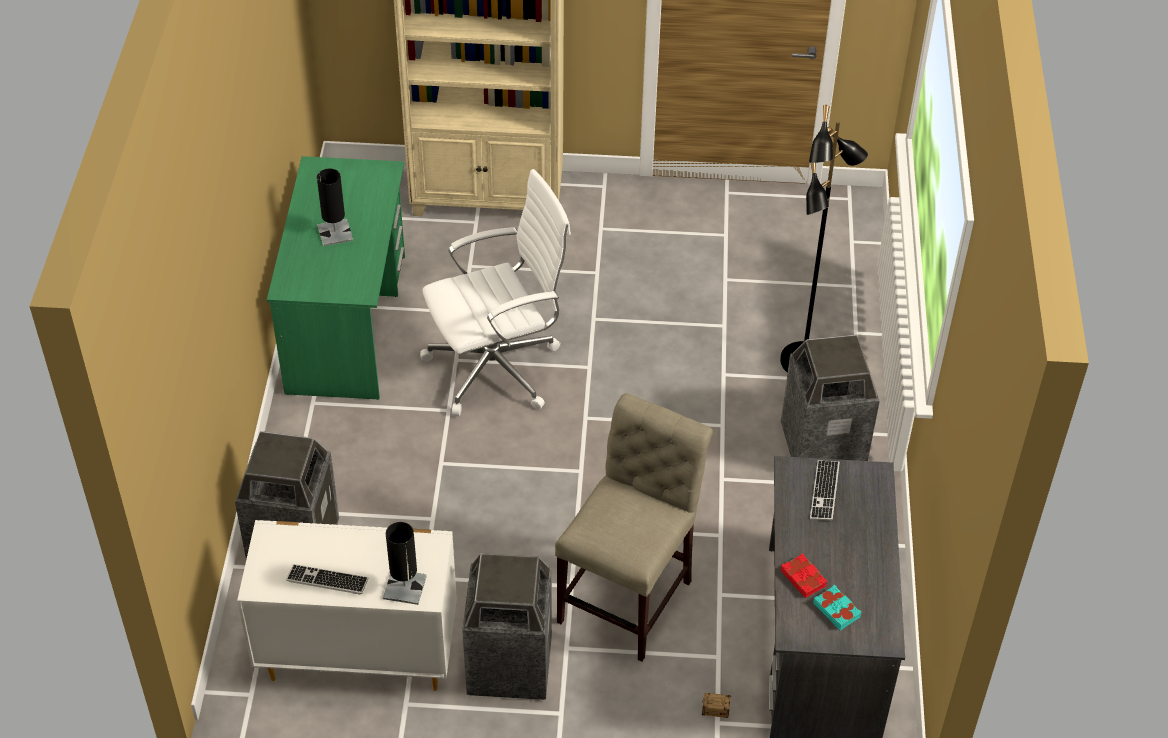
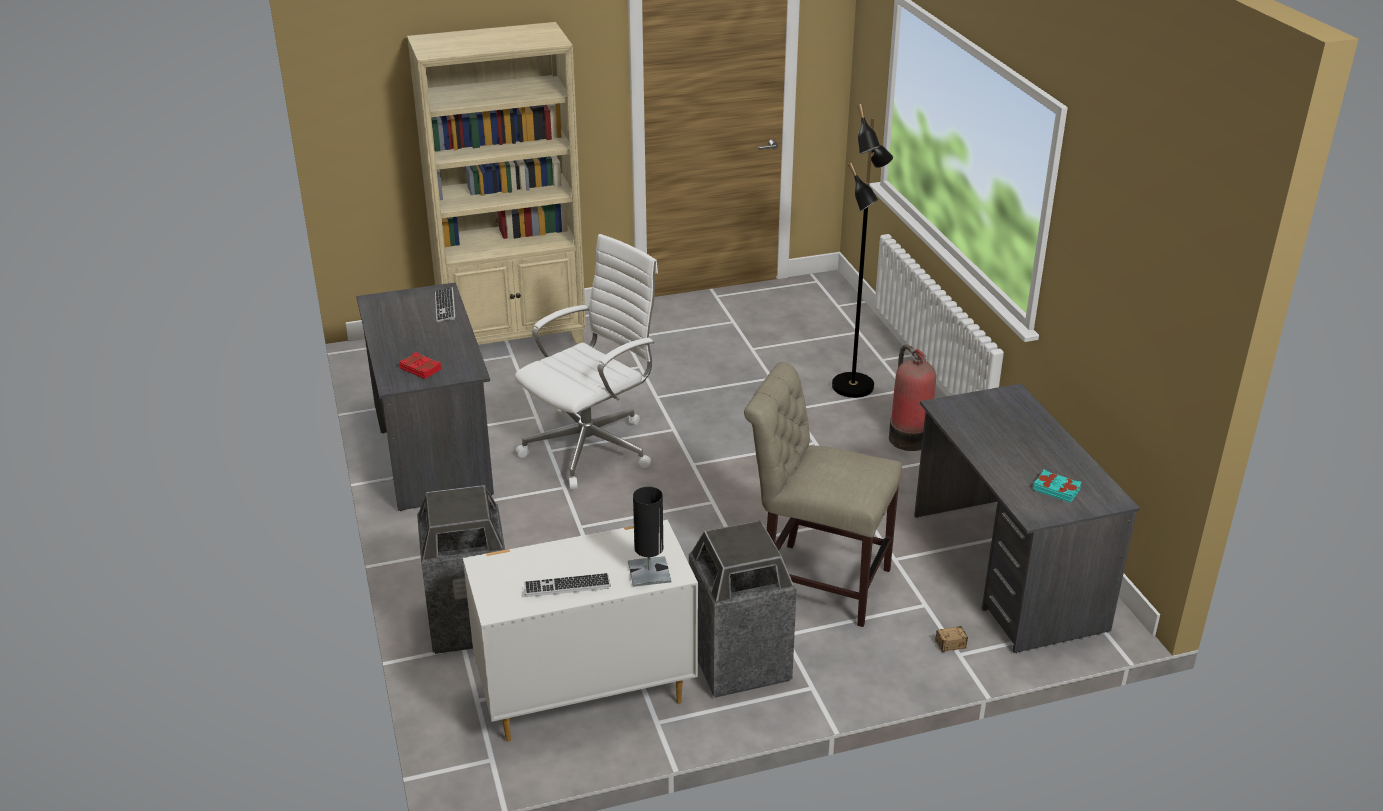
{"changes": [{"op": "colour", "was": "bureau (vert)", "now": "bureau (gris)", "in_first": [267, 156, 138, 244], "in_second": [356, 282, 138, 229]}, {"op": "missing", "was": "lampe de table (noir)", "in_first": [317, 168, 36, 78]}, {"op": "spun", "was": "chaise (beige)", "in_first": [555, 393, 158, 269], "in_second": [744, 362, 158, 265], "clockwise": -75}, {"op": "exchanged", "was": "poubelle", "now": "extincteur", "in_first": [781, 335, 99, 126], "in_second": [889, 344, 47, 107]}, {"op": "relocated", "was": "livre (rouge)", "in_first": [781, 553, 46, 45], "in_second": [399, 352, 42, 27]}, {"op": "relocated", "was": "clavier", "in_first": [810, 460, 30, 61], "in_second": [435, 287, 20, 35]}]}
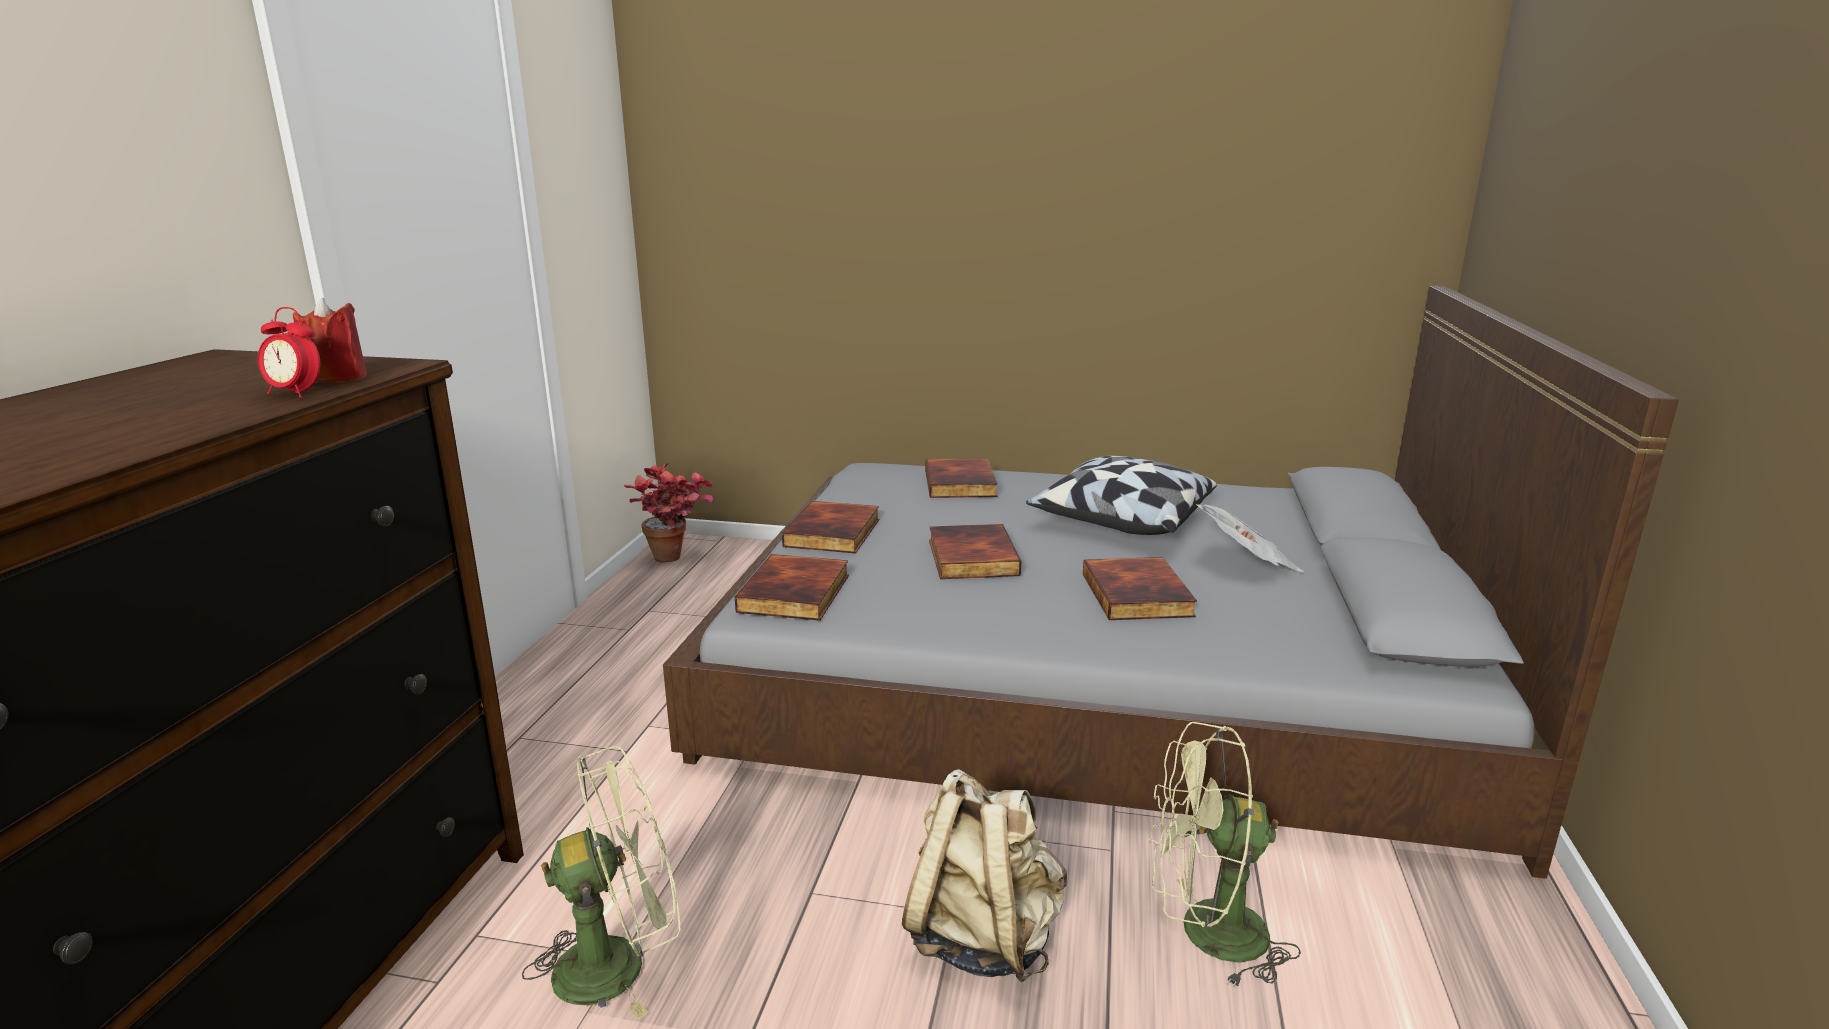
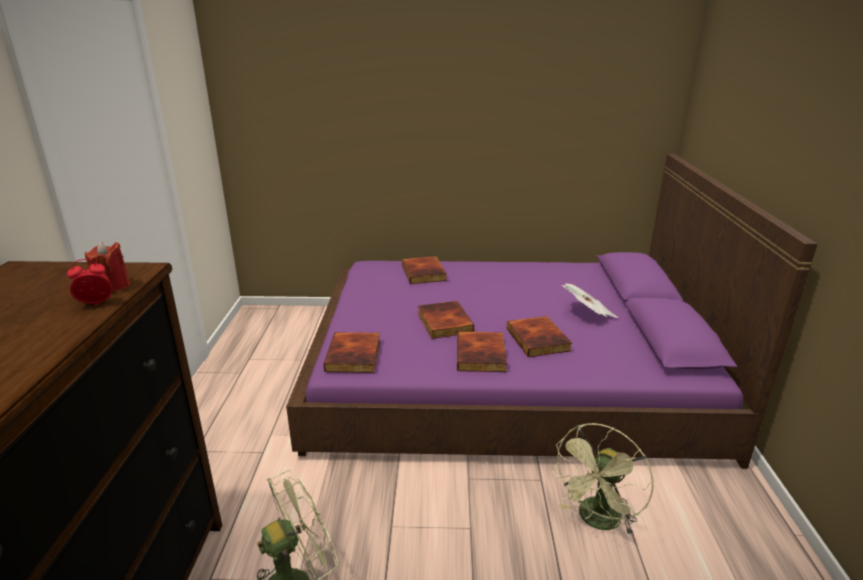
{"changes": [{"op": "spun", "was": "réveil", "in_first": [258, 307, 62, 91], "in_second": [67, 259, 45, 46], "clockwise": 150}, {"op": "missing", "was": "plante en pot", "in_first": [624, 463, 89, 100]}, {"op": "colour", "was": "lit (gris)", "now": "lit (violet)", "in_first": [663, 286, 1016, 593], "in_second": [286, 154, 531, 315]}, {"op": "relocated", "was": "livre", "in_first": [782, 501, 97, 52], "in_second": [457, 332, 50, 40]}, {"op": "missing", "was": "sac à dos (beige)", "in_first": [902, 769, 165, 214]}, {"op": "missing", "was": "coussin", "in_first": [1026, 456, 191, 79]}, {"op": "spun", "was": "ventilateur (vert)", "in_first": [1149, 722, 152, 267], "in_second": [551, 423, 103, 113], "clockwise": -45}]}
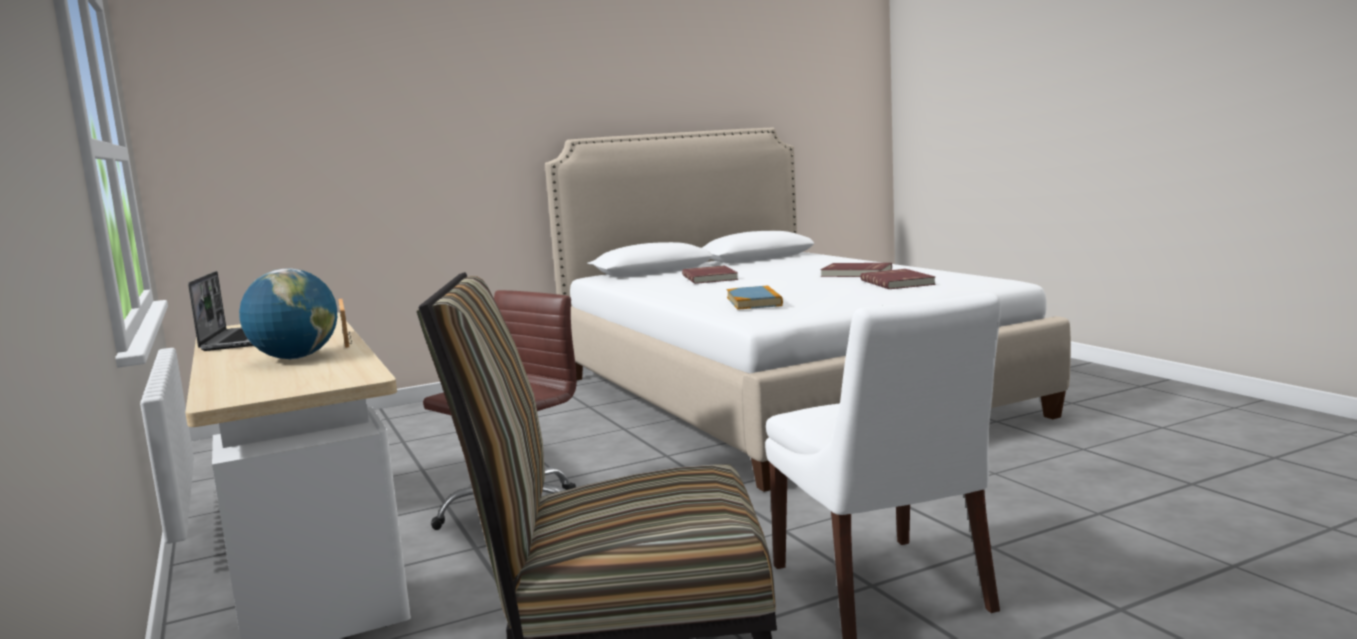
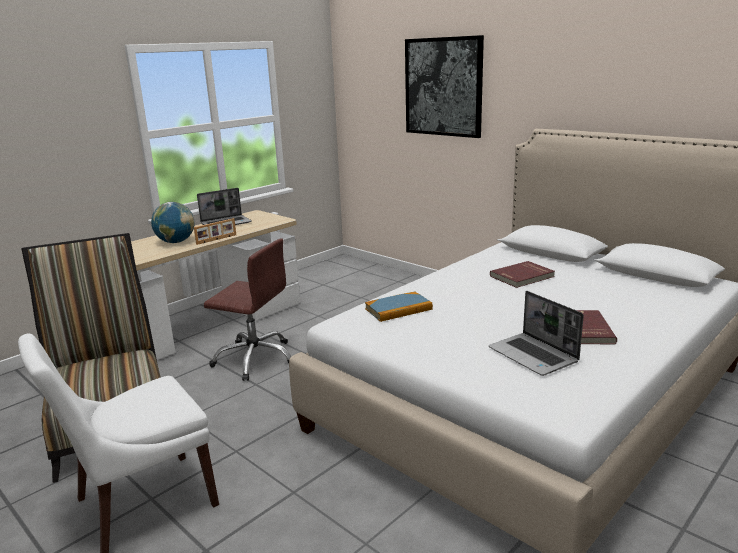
{"changes": [{"op": "exchanged", "was": "livre (rouge)", "now": "ordinateur portable", "in_first": [860, 269, 76, 20], "in_second": [489, 291, 95, 85]}, {"op": "appeared", "now": "tableau", "in_second": [405, 35, 79, 103]}]}
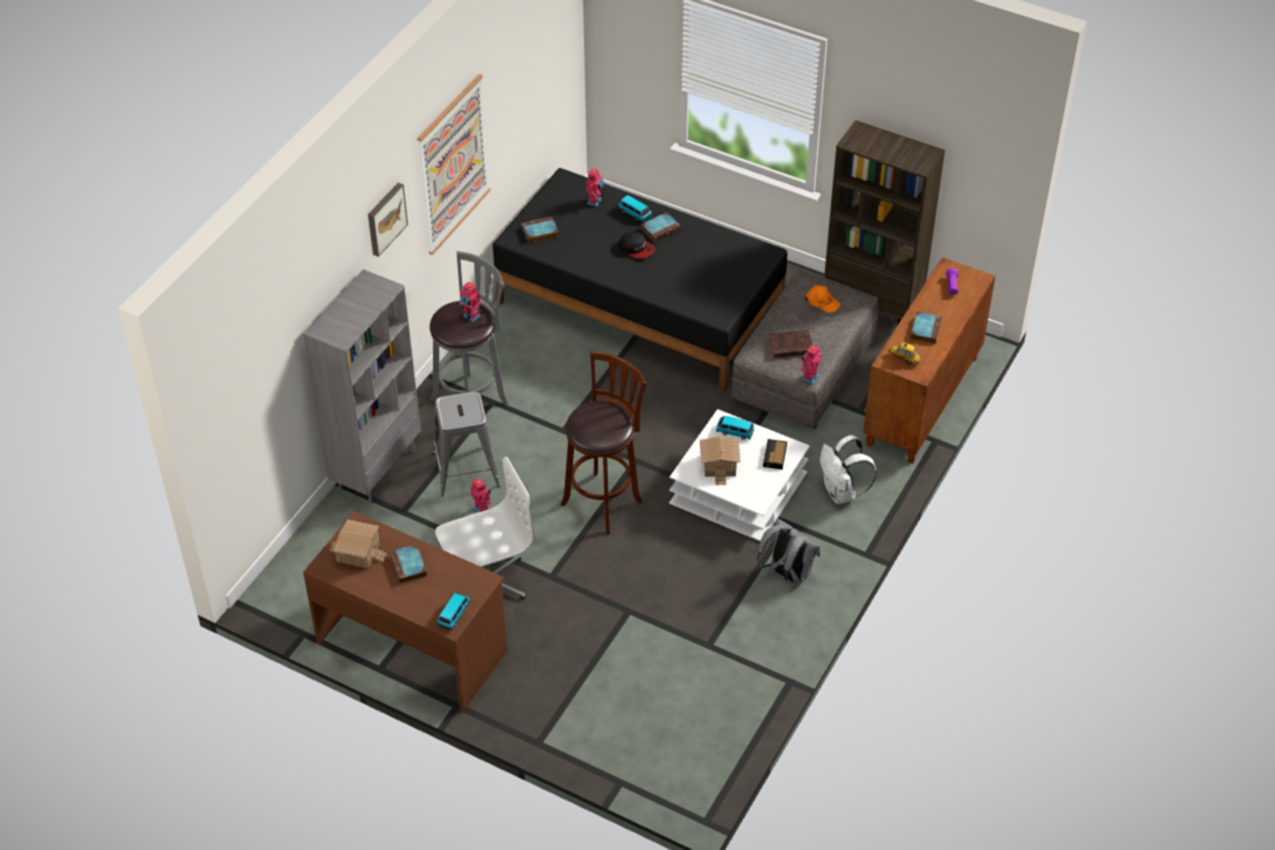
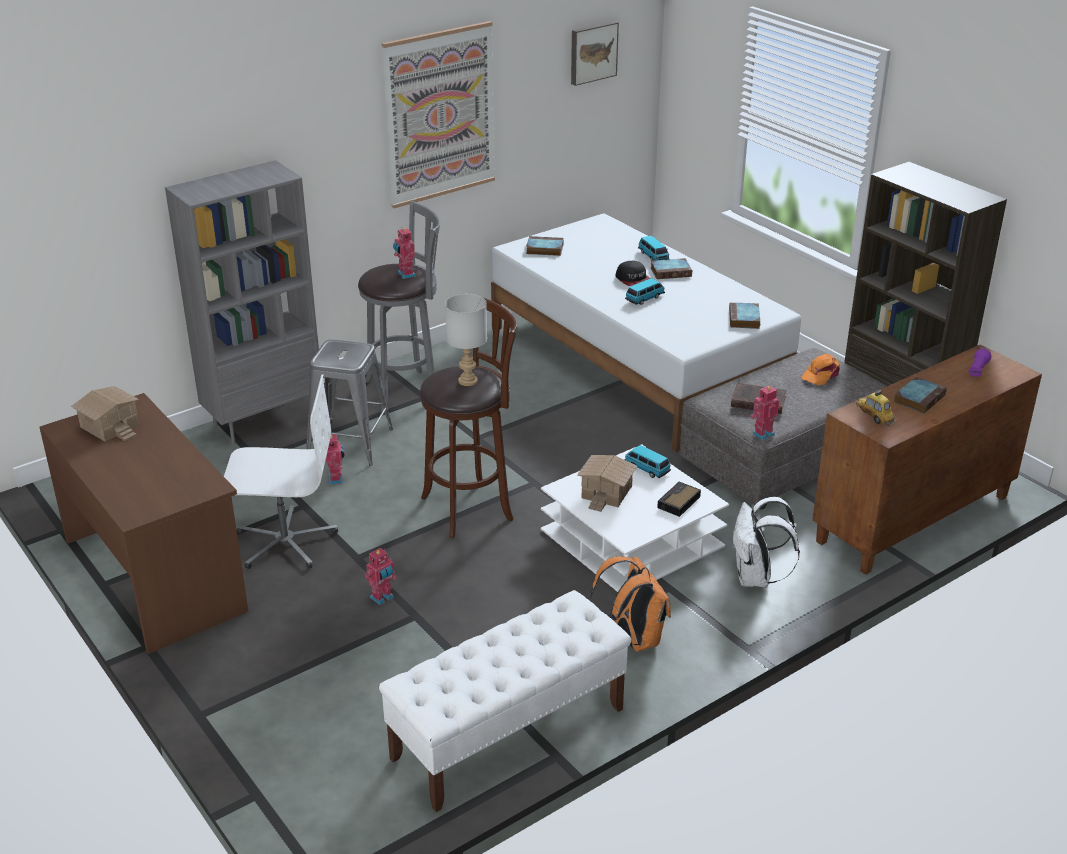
{"changes": [{"op": "relocated", "was": "tableau", "in_first": [368, 183, 40, 74], "in_second": [571, 21, 48, 65]}, {"op": "relocated", "was": "livre", "in_first": [390, 544, 37, 40], "in_second": [729, 302, 31, 27]}, {"op": "relocated", "was": "petite voiture", "in_first": [437, 593, 34, 37], "in_second": [625, 278, 40, 27]}, {"op": "colour", "was": "lit (noir)", "now": "lit (blanc)", "in_first": [493, 168, 294, 225], "in_second": [491, 213, 310, 239]}, {"op": "relocated", "was": "robot jouet", "in_first": [586, 168, 18, 39], "in_second": [365, 548, 32, 57]}, {"op": "colour", "was": "sac à dos (gris)", "now": "sac à dos (orange)", "in_first": [757, 519, 63, 66], "in_second": [590, 556, 81, 96]}, {"op": "spun", "was": "casquette (orange)", "in_first": [804, 285, 37, 28], "in_second": [802, 354, 38, 32], "clockwise": 75}, {"op": "appeared", "now": "banc (blanc)", "in_second": [379, 590, 252, 222]}, {"op": "appeared", "now": "lampe de table (gris)", "in_second": [445, 294, 42, 92]}]}
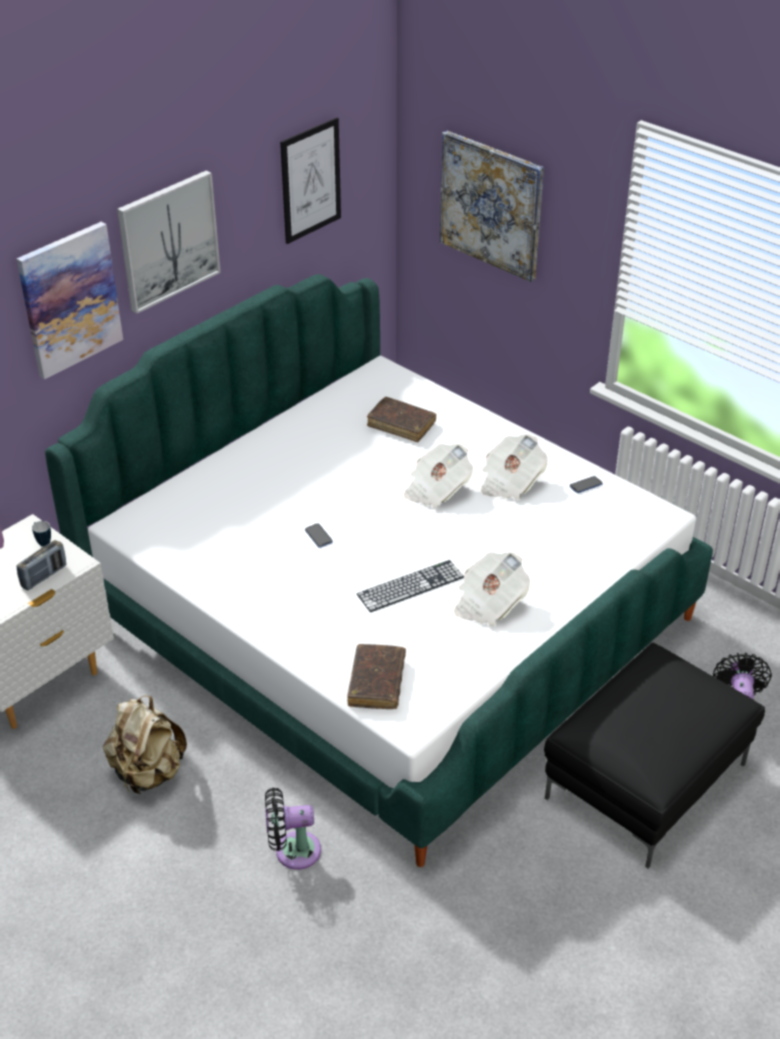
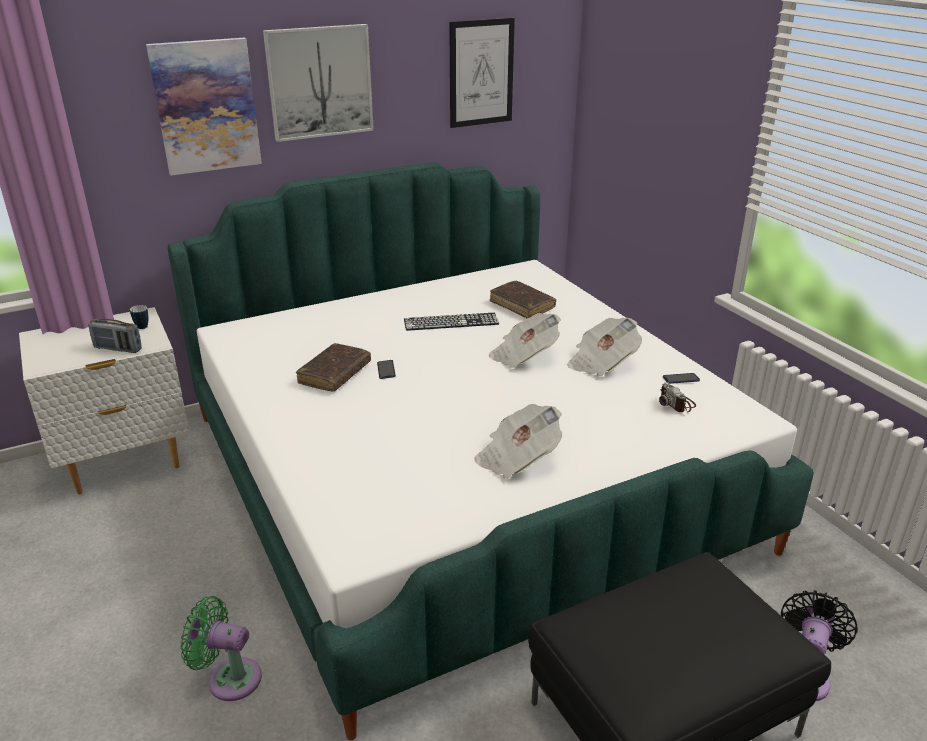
{"changes": [{"op": "spun", "was": "radio", "in_first": [16, 540, 50, 51], "in_second": [88, 319, 54, 34], "clockwise": 45}, {"op": "missing", "was": "sac à dos (beige)", "in_first": [103, 695, 84, 99]}, {"op": "colour", "was": "ventilateur (noir)", "now": "ventilateur (vert)", "in_first": [265, 787, 56, 83], "in_second": [180, 596, 82, 105]}, {"op": "relocated", "was": "livre (marron)", "in_first": [347, 644, 59, 65], "in_second": [296, 343, 75, 48]}, {"op": "relocated", "was": "clavier", "in_first": [357, 560, 107, 52], "in_second": [404, 313, 95, 18]}, {"op": "missing", "was": "tableau", "in_first": [440, 131, 104, 151]}, {"op": "appeared", "now": "appareil photo", "in_second": [659, 382, 37, 30]}]}
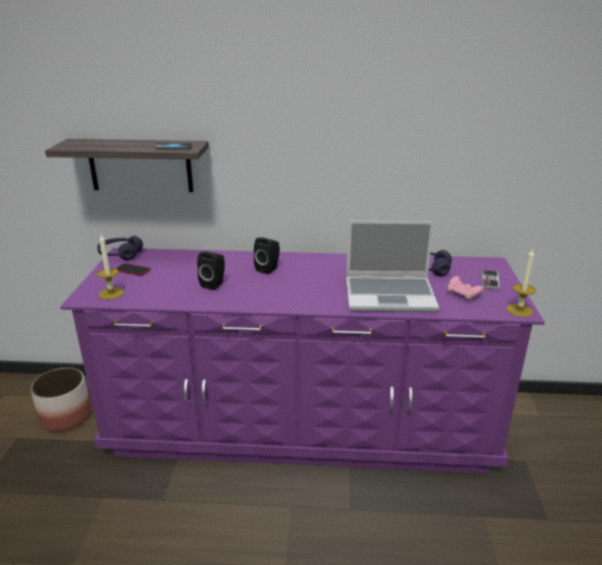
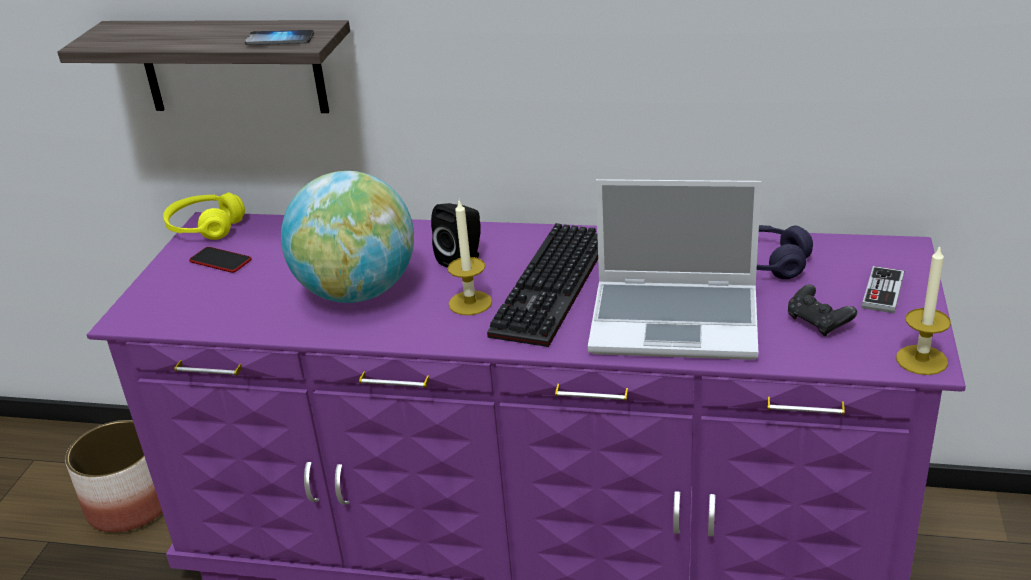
{"changes": [{"op": "relocated", "was": "bougie", "in_first": [97, 235, 27, 64], "in_second": [447, 201, 45, 114]}, {"op": "colour", "was": "casque audio (violet)", "now": "casque audio (jaune)", "in_first": [97, 236, 46, 24], "in_second": [163, 192, 82, 48]}, {"op": "exchanged", "was": "enceinte (noir)", "now": "globe", "in_first": [197, 252, 28, 38], "in_second": [281, 171, 133, 132]}, {"op": "colour", "was": "manette (rose)", "now": "manette (noir)", "in_first": [447, 276, 37, 25], "in_second": [788, 284, 69, 52]}, {"op": "appeared", "now": "clavier", "in_second": [487, 223, 111, 124]}]}
